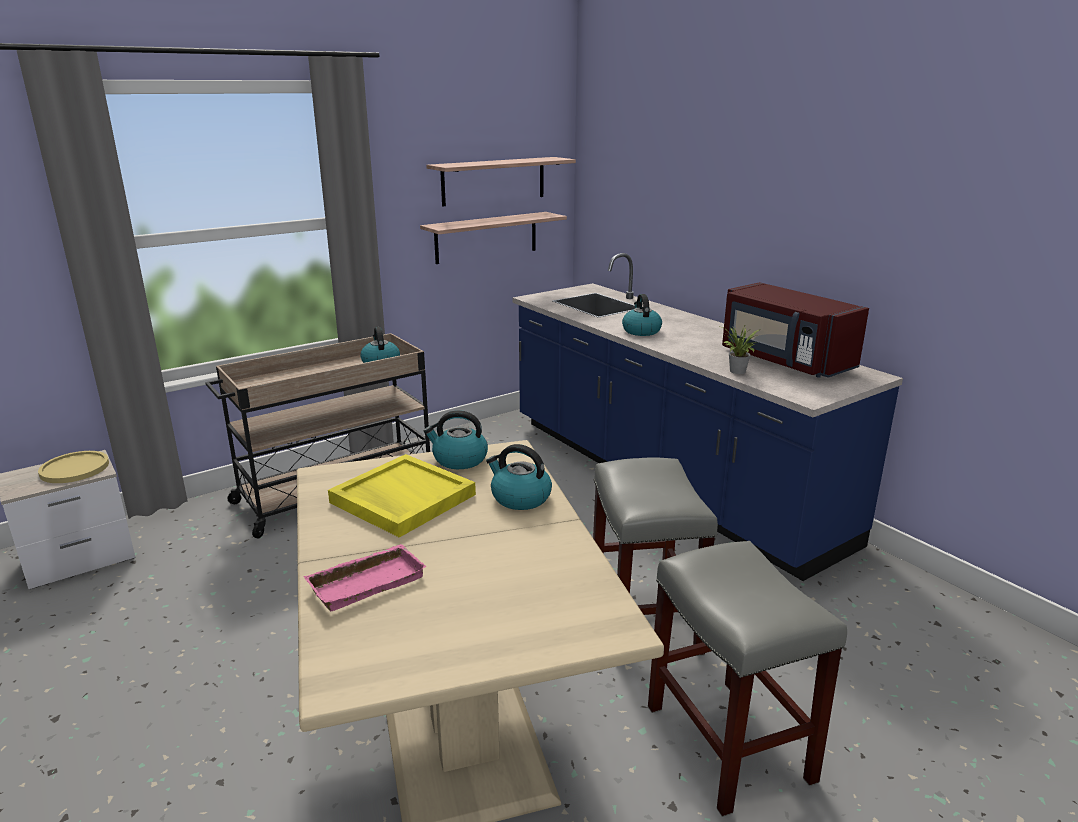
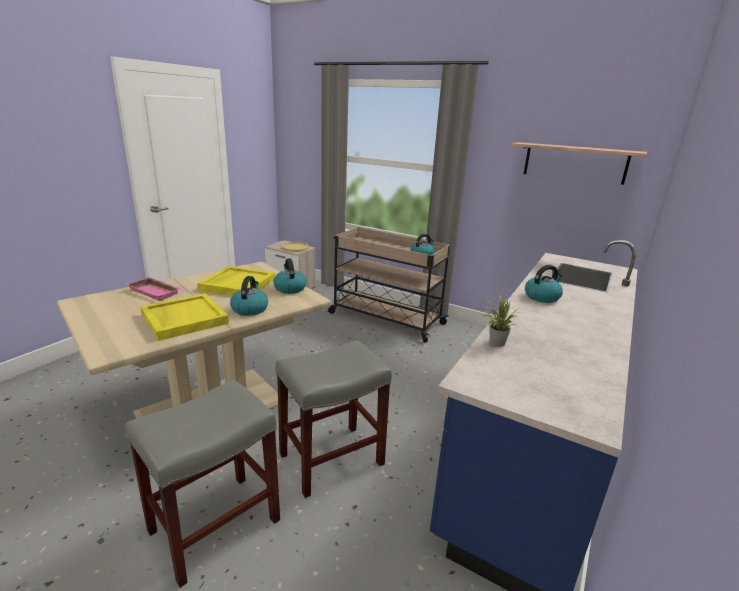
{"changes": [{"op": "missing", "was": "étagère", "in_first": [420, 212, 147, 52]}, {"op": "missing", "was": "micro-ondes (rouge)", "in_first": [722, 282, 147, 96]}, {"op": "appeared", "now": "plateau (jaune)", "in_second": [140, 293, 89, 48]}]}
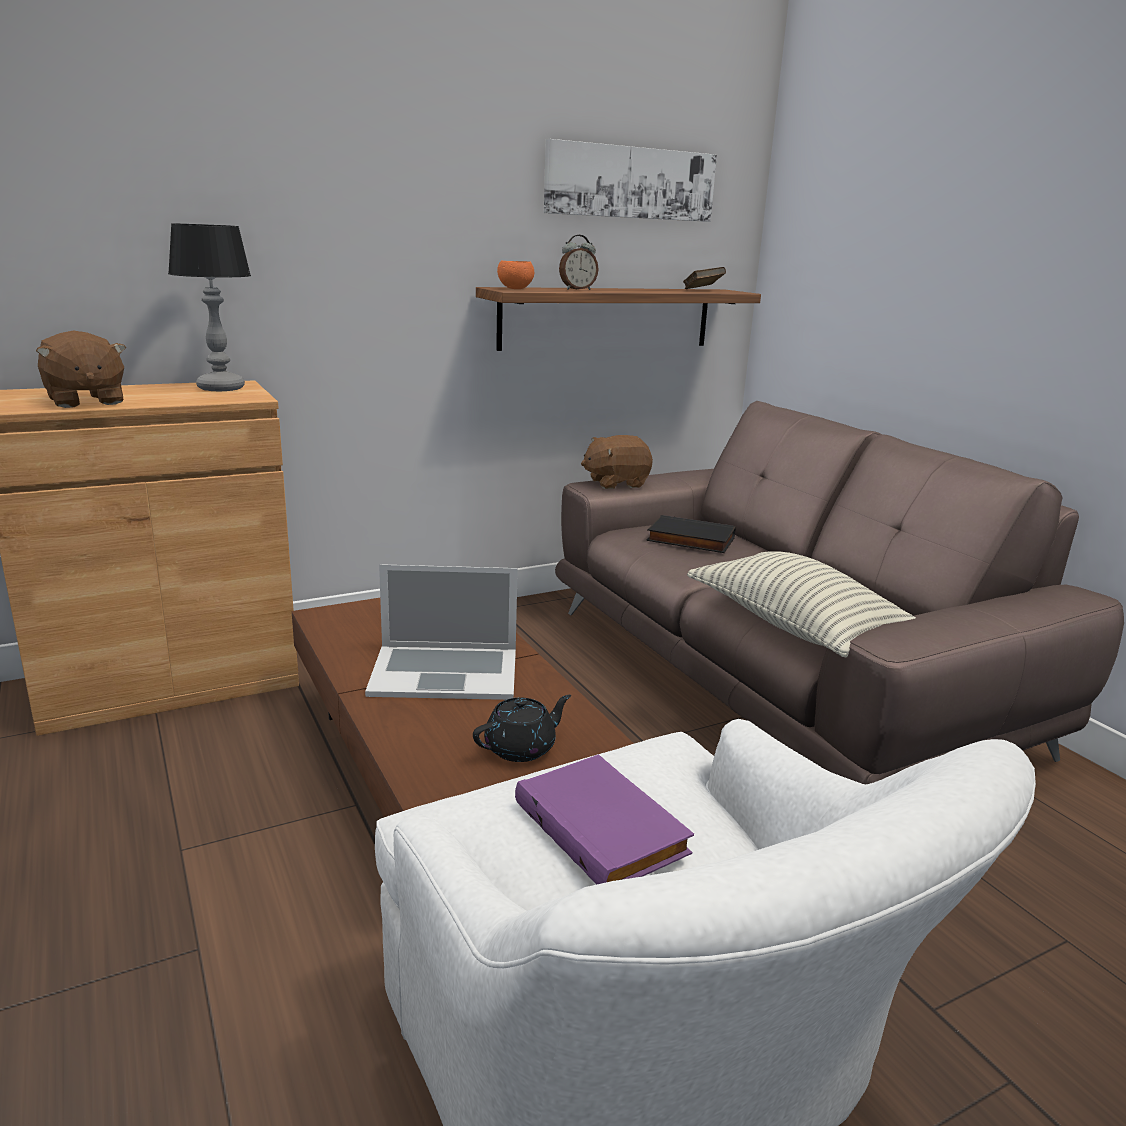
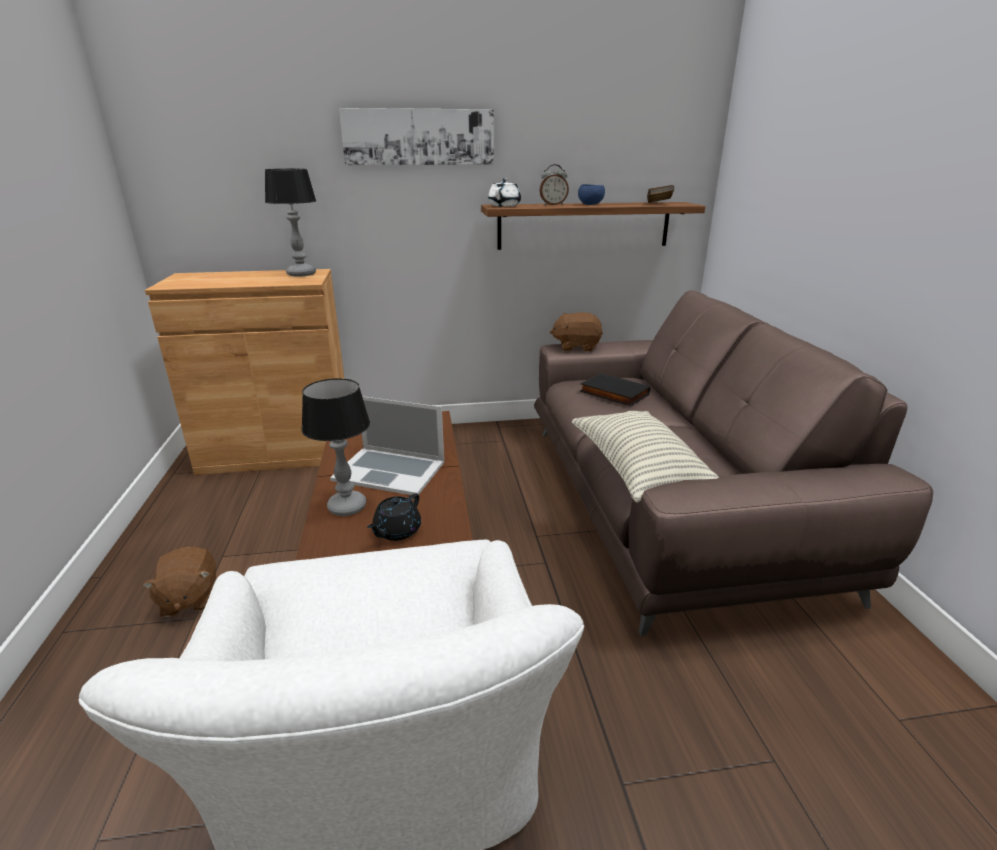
{"changes": [{"op": "relocated", "was": "peluche (marron)", "in_first": [36, 331, 90, 77], "in_second": [142, 547, 74, 70]}, {"op": "spun", "was": "théière (noir)", "in_first": [473, 695, 98, 67], "in_second": [367, 493, 54, 48], "clockwise": 135}, {"op": "exchanged", "was": "bol (orange)", "now": "théière (blanc)", "in_first": [497, 261, 37, 28], "in_second": [488, 178, 33, 29]}, {"op": "missing", "was": "livre (violet)", "in_first": [515, 754, 179, 130]}, {"op": "relocated", "was": "tableau", "in_first": [544, 139, 173, 83], "in_second": [339, 108, 155, 57]}, {"op": "appeared", "now": "lampe de table", "in_second": [301, 378, 69, 138]}, {"op": "appeared", "now": "bol (bleu)", "in_second": [578, 184, 27, 21]}]}
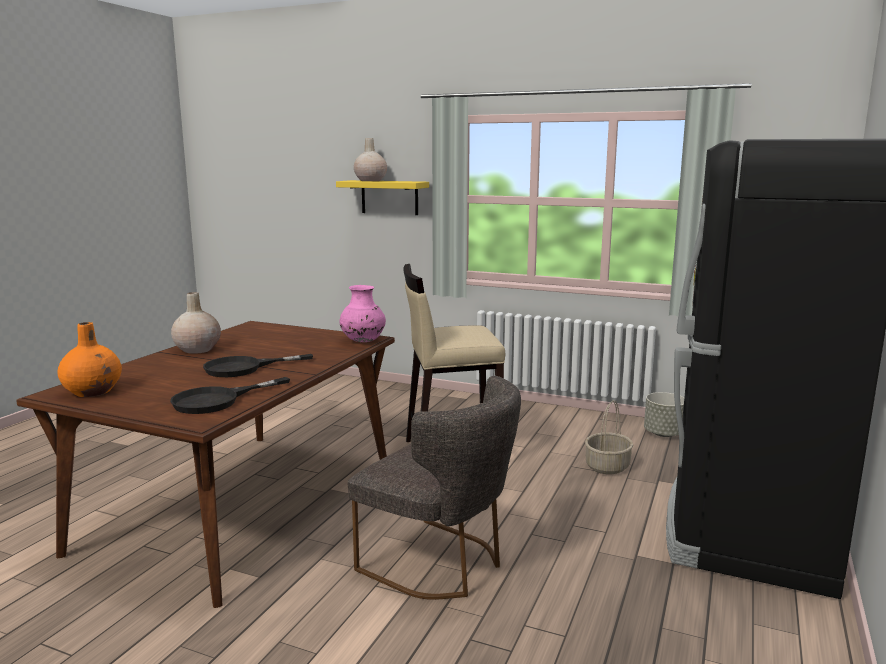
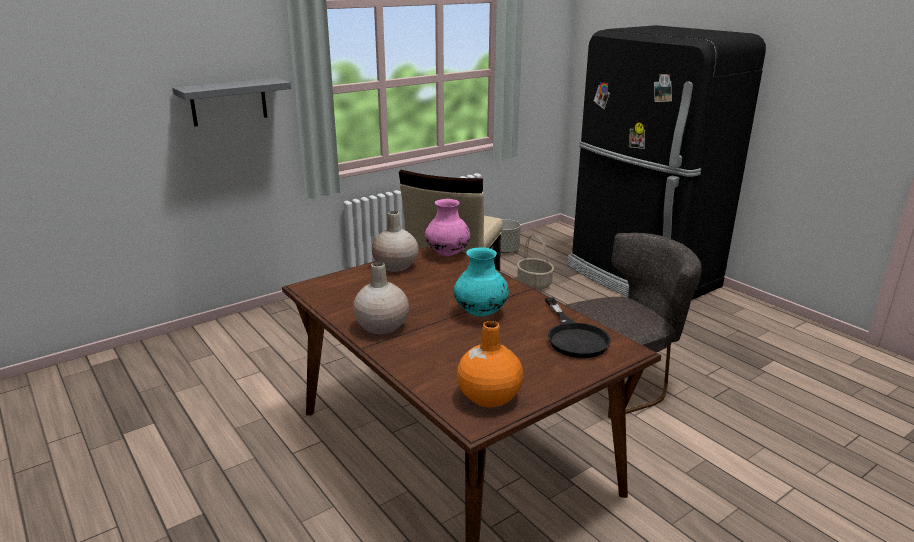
{"changes": [{"op": "exchanged", "was": "poêle (noir)", "now": "vase (turquoise)", "in_first": [203, 354, 110, 23], "in_second": [454, 247, 55, 70]}, {"op": "colour", "was": "étagère (jaune)", "now": "étagère (gris)", "in_first": [336, 180, 93, 35], "in_second": [172, 78, 119, 49]}, {"op": "relocated", "was": "vase (beige)", "in_first": [354, 138, 33, 43], "in_second": [372, 211, 47, 61]}]}
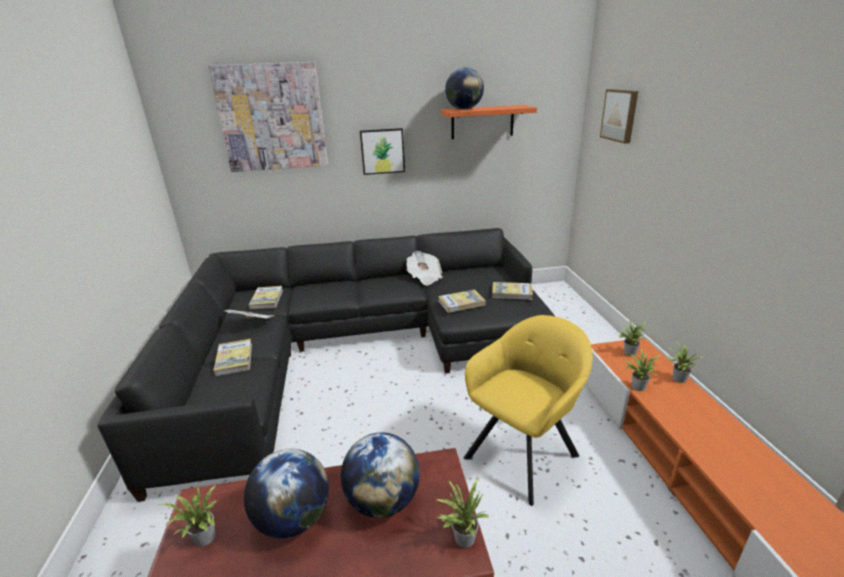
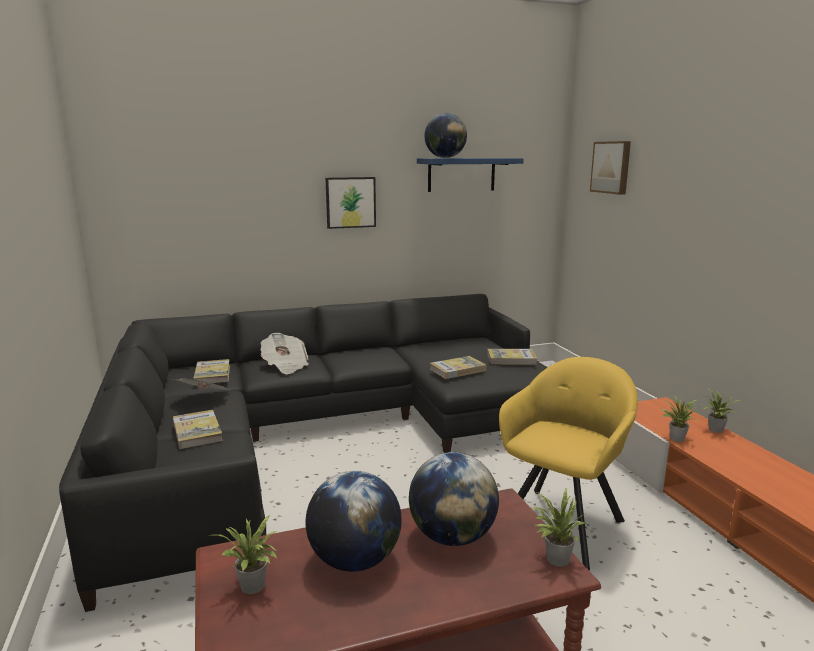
{"changes": [{"op": "missing", "was": "tableau", "in_first": [208, 62, 120, 110]}, {"op": "relocated", "was": "journal", "in_first": [406, 251, 37, 35], "in_second": [261, 333, 48, 41]}, {"op": "colour", "was": "étagère (orange)", "now": "étagère (bleu)", "in_first": [441, 105, 96, 34], "in_second": [417, 158, 107, 34]}, {"op": "missing", "was": "plante en pot", "in_first": [618, 319, 28, 37]}]}
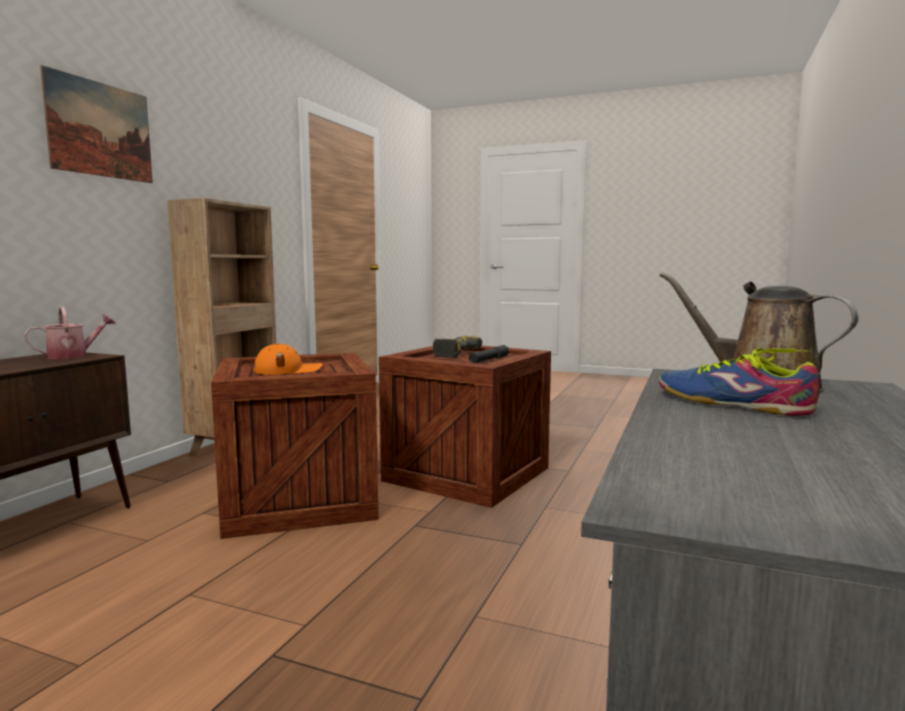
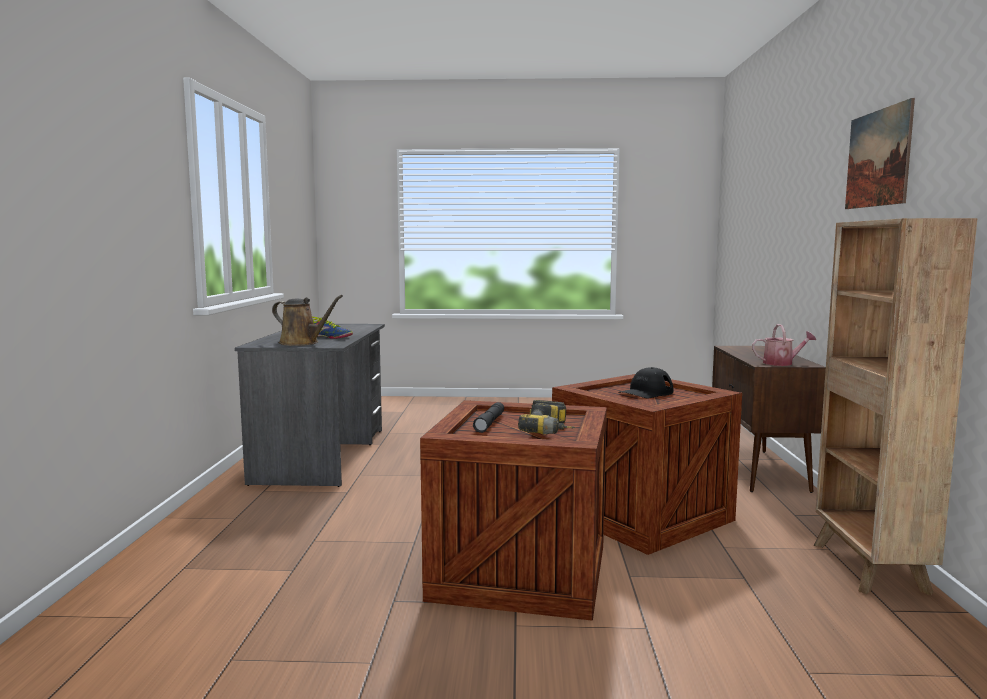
{"changes": [{"op": "spun", "was": "arrosoir", "in_first": [24, 306, 92, 53], "in_second": [752, 324, 64, 42], "clockwise": -120}, {"op": "colour", "was": "casquette (orange)", "now": "casquette (noir)", "in_first": [254, 344, 69, 31], "in_second": [618, 367, 55, 31]}]}
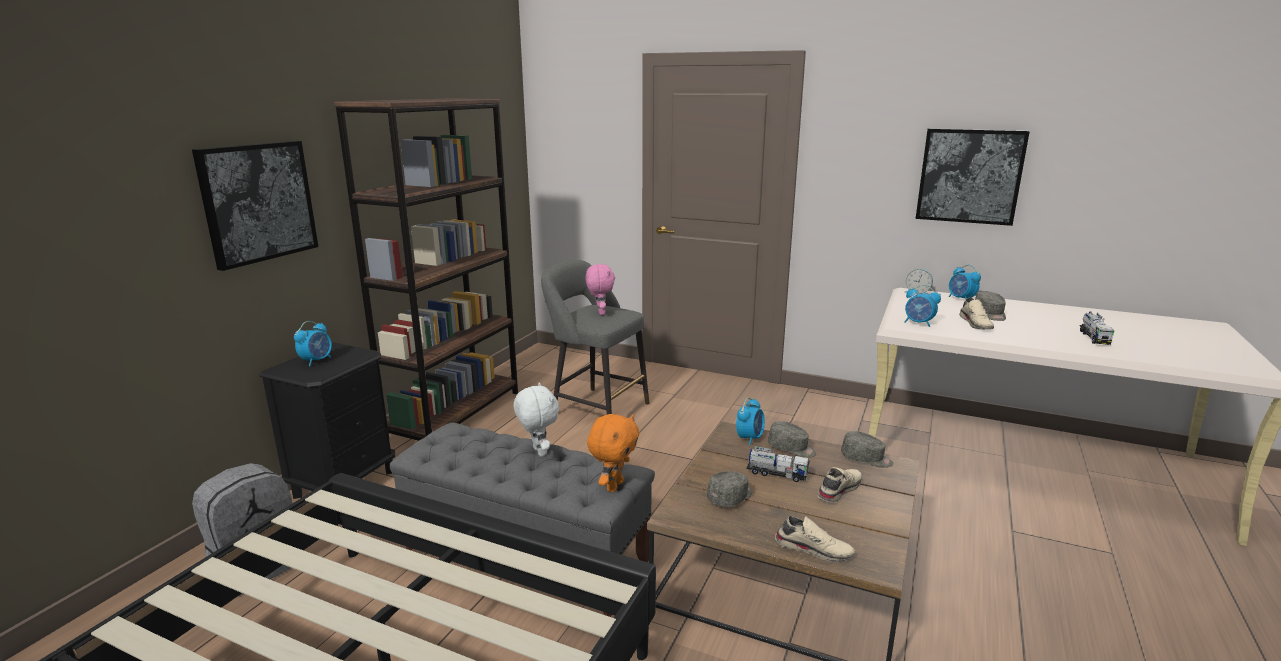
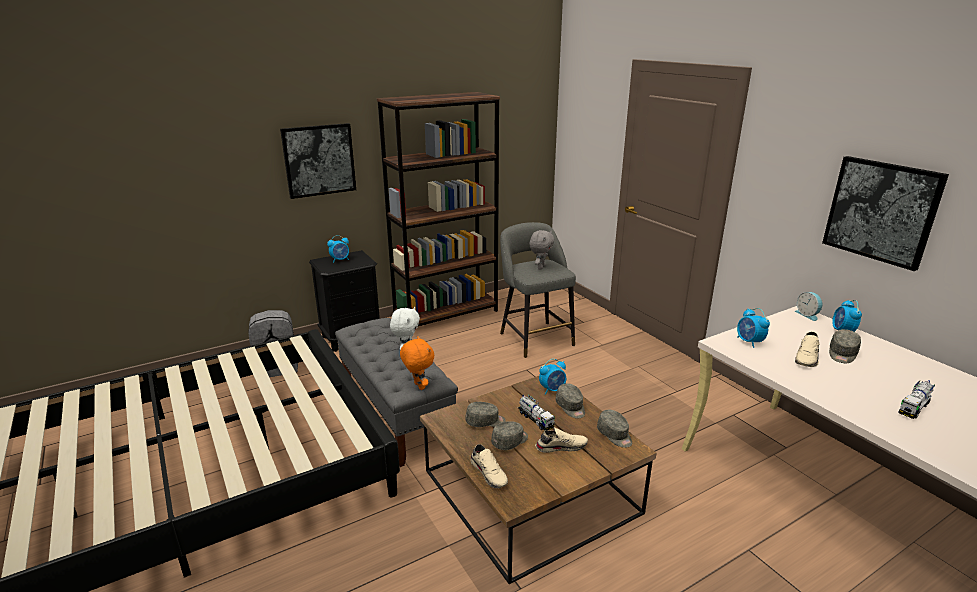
{"changes": [{"op": "colour", "was": "peluche (rose)", "now": "peluche (gris)", "in_first": [585, 264, 30, 51], "in_second": [529, 230, 26, 40]}, {"op": "spun", "was": "peluche (orange)", "in_first": [587, 414, 52, 78], "in_second": [400, 336, 34, 54], "clockwise": -90}, {"op": "appeared", "now": "casquette (gris)", "in_second": [491, 421, 37, 29]}]}
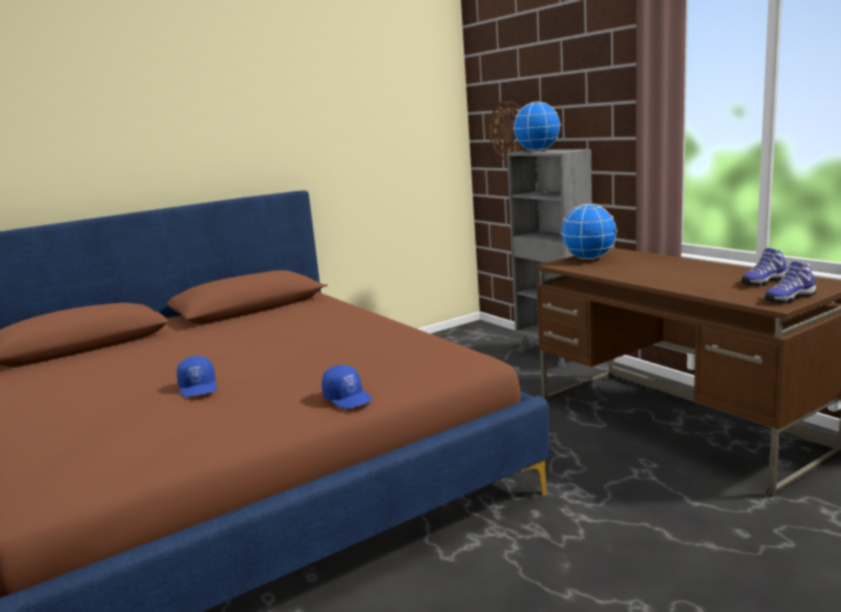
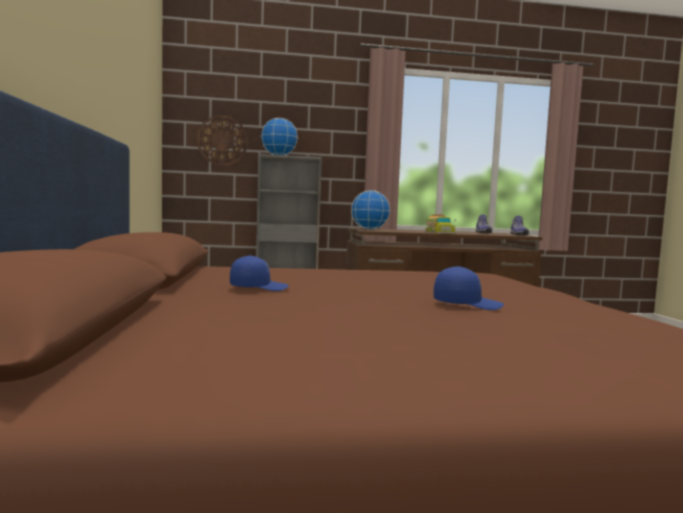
{"changes": [{"op": "relocated", "was": "casquette (bleu)", "in_first": [322, 365, 51, 44], "in_second": [230, 255, 59, 36]}, {"op": "appeared", "now": "camion jouet", "in_second": [425, 214, 31, 20]}]}
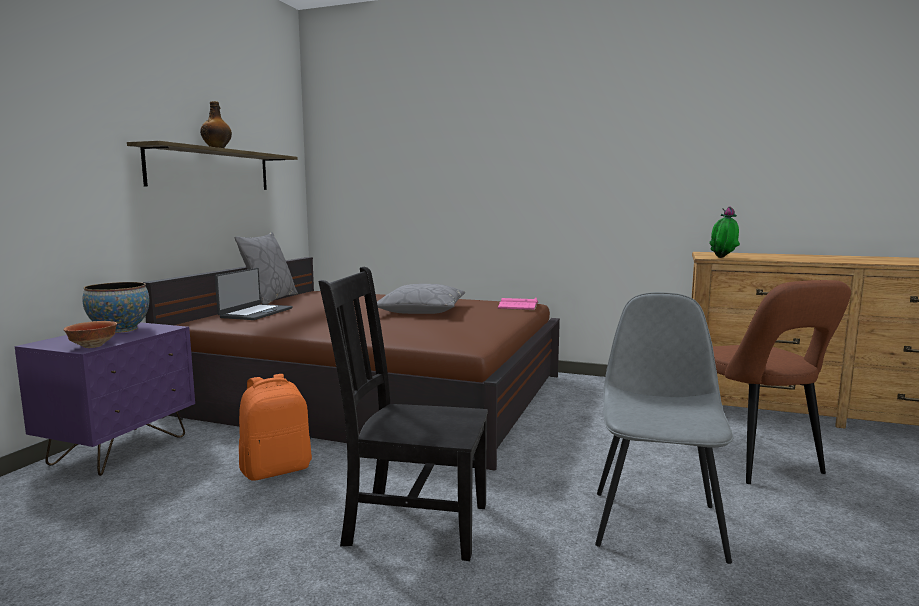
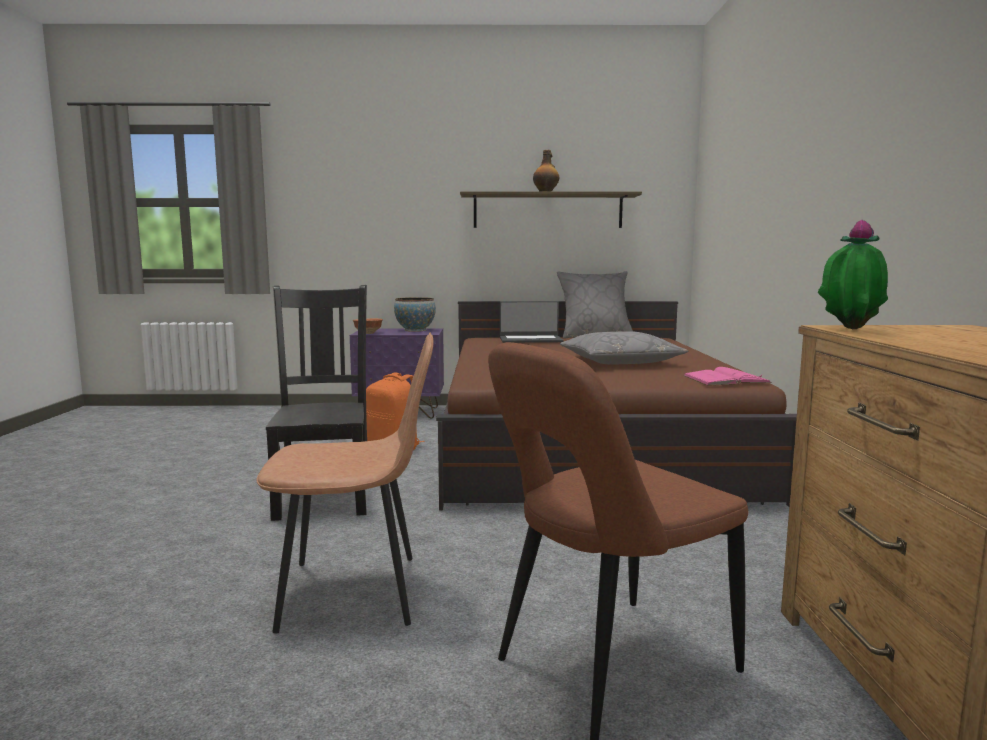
{"changes": [{"op": "colour", "was": "chaise (gris)", "now": "chaise (marron)", "in_first": [595, 292, 139, 272], "in_second": [256, 333, 177, 301]}]}
